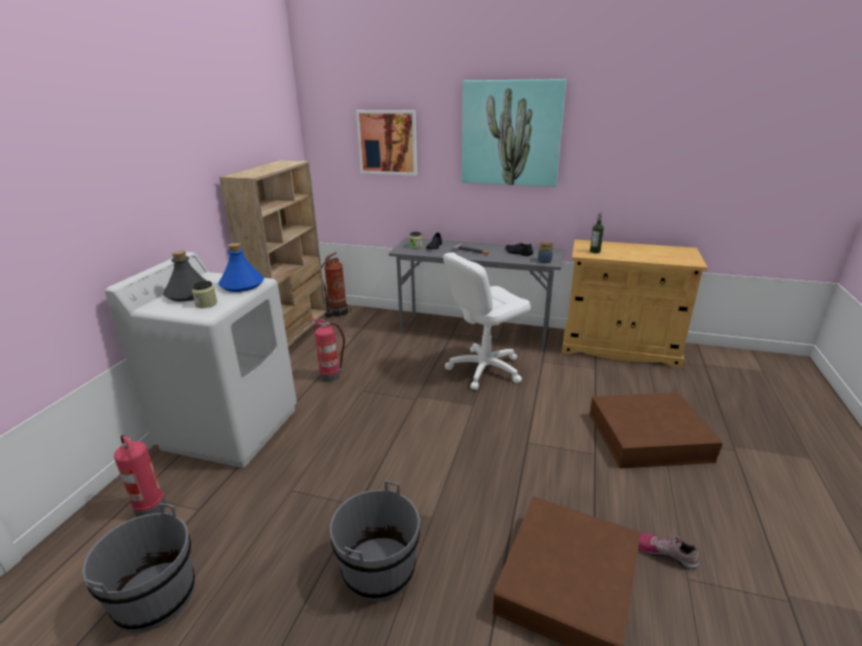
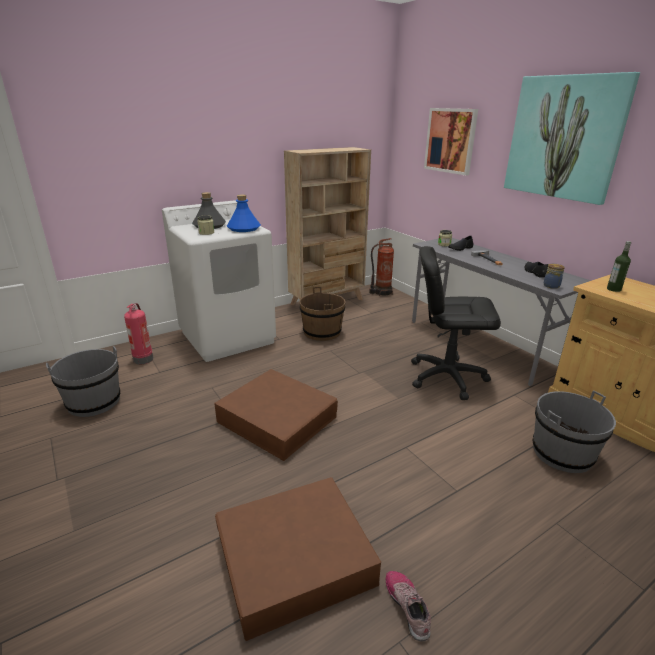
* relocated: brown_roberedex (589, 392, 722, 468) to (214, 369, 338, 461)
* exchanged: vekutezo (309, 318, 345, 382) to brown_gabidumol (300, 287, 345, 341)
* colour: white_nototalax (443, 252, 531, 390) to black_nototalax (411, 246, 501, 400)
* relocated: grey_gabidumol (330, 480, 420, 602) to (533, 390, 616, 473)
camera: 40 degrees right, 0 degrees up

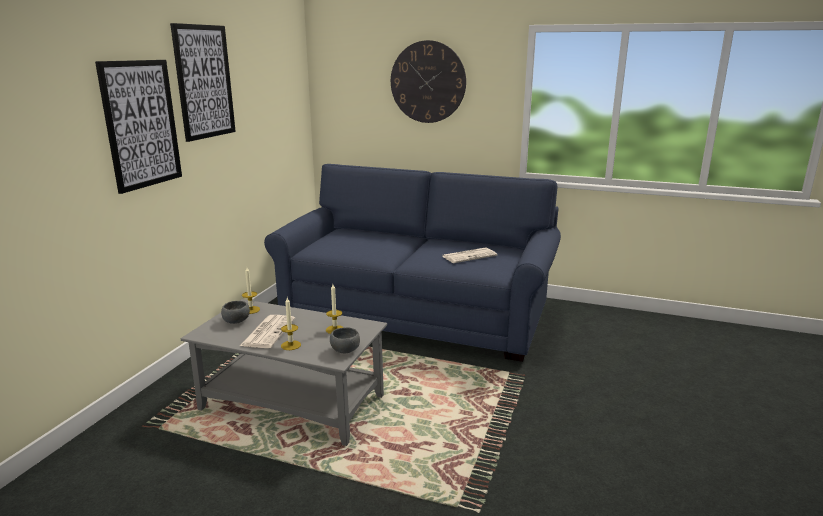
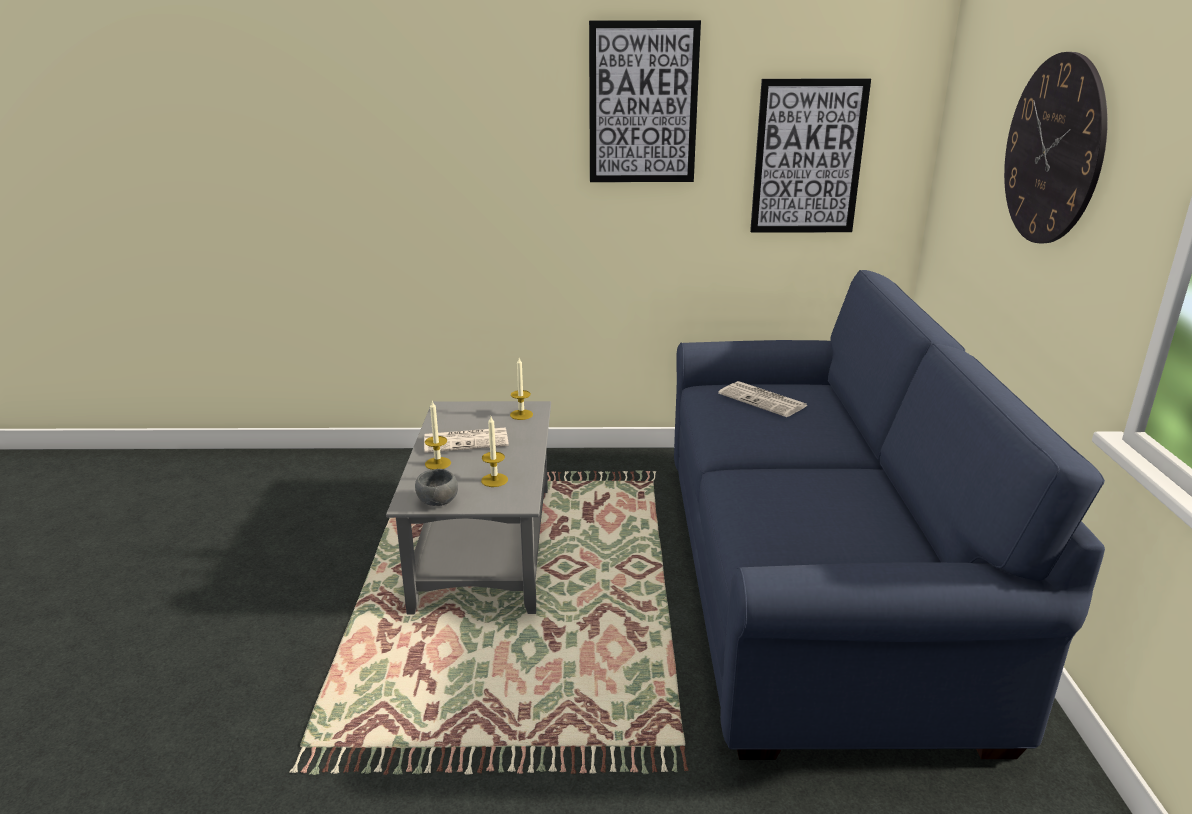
* relocated: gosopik (442, 248, 497, 263) to (718, 381, 808, 417)
* relocated: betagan (95, 60, 182, 194) to (750, 78, 871, 233)
* missing: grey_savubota (221, 301, 250, 324)
camera: 70 degrees right, 5 degrees up

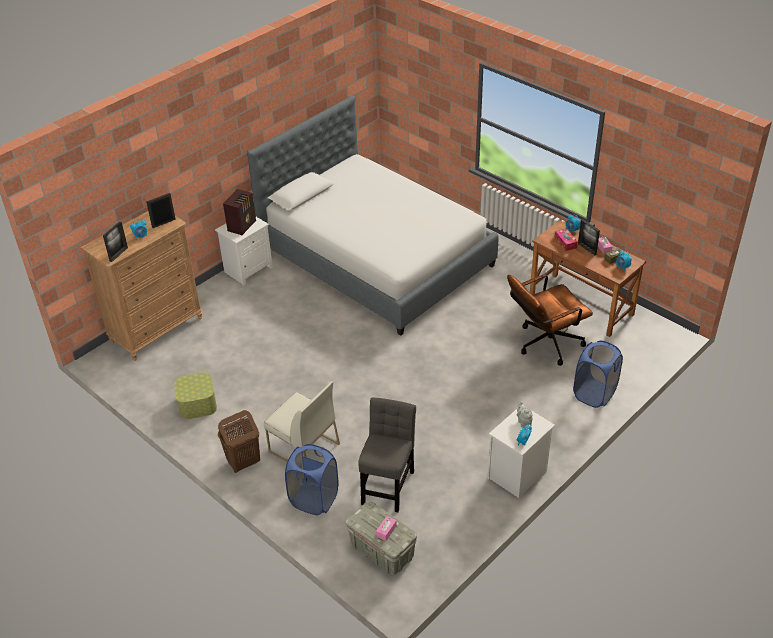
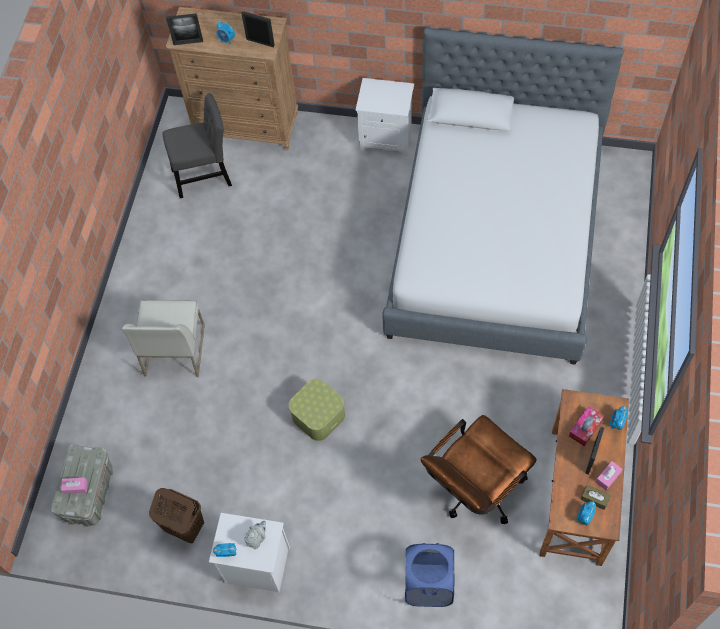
* relocated: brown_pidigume (218, 410, 260, 473) to (149, 488, 204, 544)
* relocated: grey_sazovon (358, 397, 416, 512) to (163, 93, 232, 198)
* relocated: roberedex (174, 372, 217, 419) to (289, 379, 345, 441)
* spun: brown_nototalax (507, 274, 593, 366) = (421, 415, 537, 524) 75 degrees counterclockwise
* missing: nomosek (223, 189, 256, 235)
* missing: blue_pidigume (285, 444, 338, 515)
camera: 60 degrees right, 20 degrees up

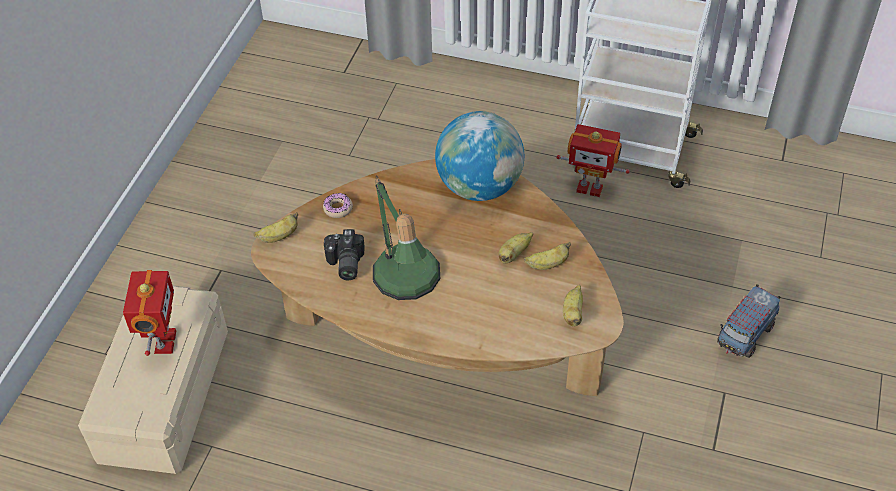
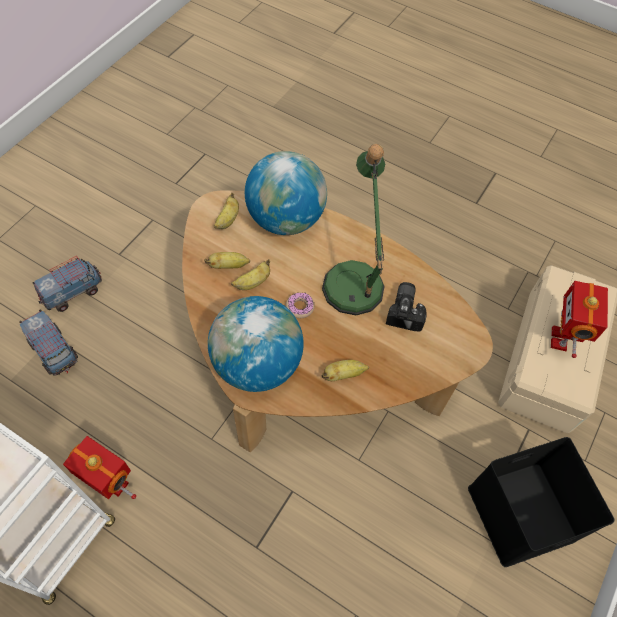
* appeared: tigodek (19, 309, 78, 376)
* appeared: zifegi (245, 151, 327, 235)
* relocated: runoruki (323, 193, 353, 218) to (286, 293, 315, 318)
* relocated: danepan (253, 212, 298, 243) to (322, 360, 369, 381)
* appeared: black_roberedex (468, 437, 614, 567)
camera: 170 degrees left, 10 degrees up

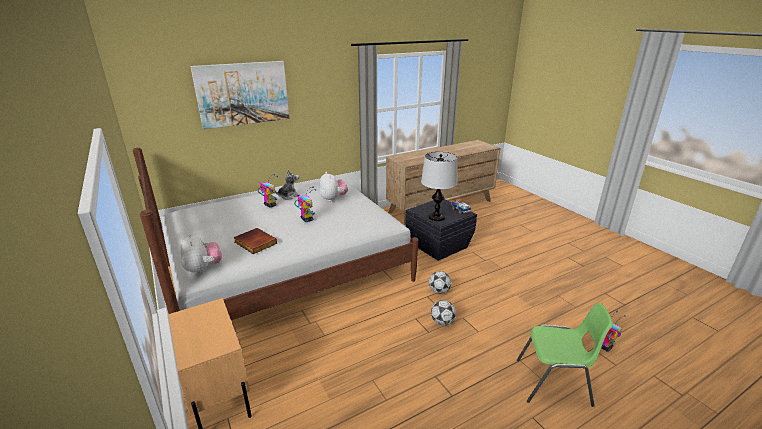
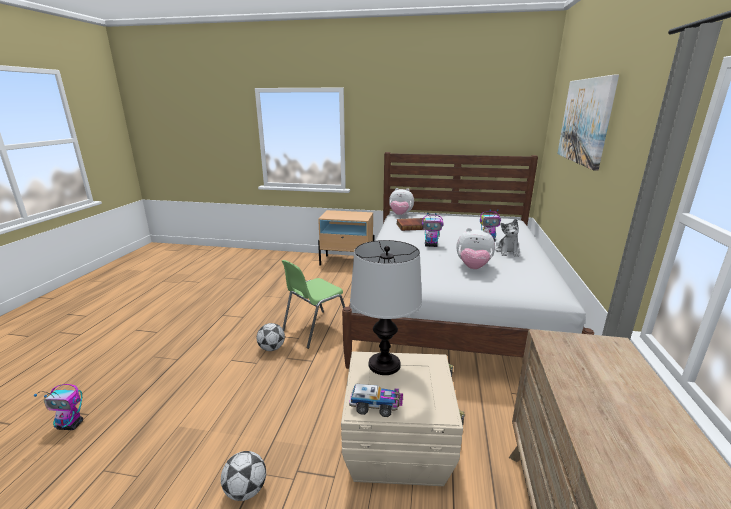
* relocated: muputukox (429, 271, 451, 294) to (221, 451, 266, 501)
* relocated: green_sazovon (517, 303, 613, 407) to (282, 260, 345, 349)
* colour: black_roberedex (405, 199, 477, 261) to beige_roberedex (341, 351, 465, 486)
camera: 130 degrees right, 5 degrees down

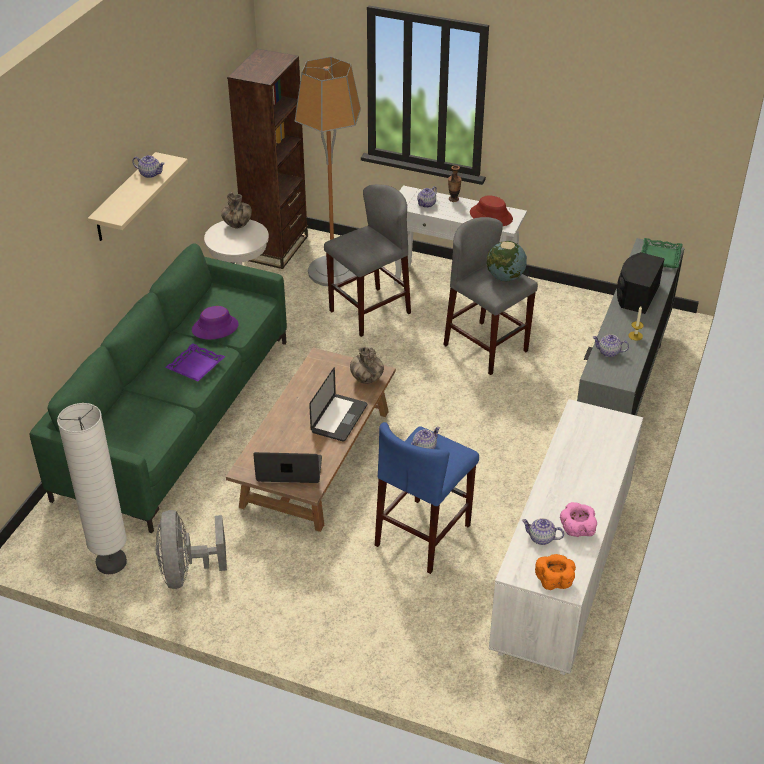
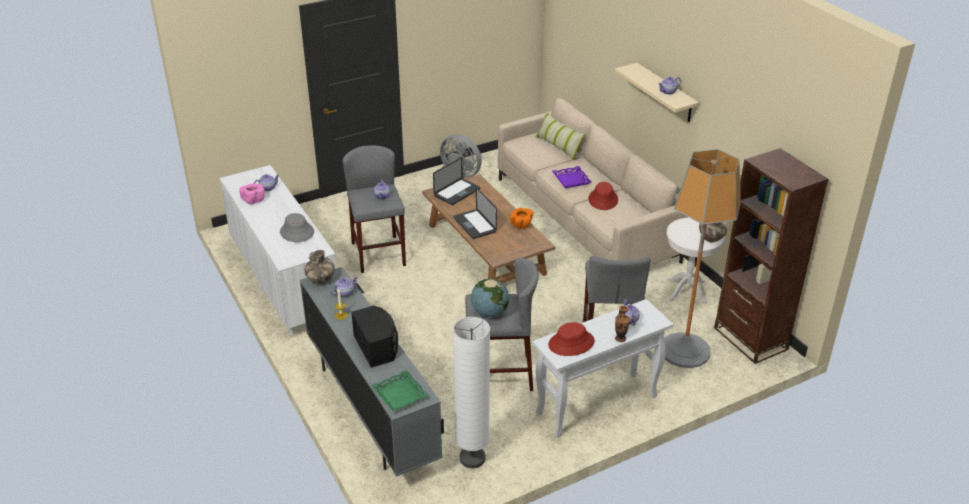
* appeared: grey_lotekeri (280, 213, 314, 242)
* relocated: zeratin (350, 347, 384, 384) to (304, 250, 335, 284)
* colour: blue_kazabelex (375, 422, 479, 574) to grey_kazabelex (343, 145, 406, 273)
* relocated: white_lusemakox (57, 403, 127, 574) to (453, 317, 490, 468)
* colour: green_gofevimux (30, 243, 287, 533) to beige_gofevimux (498, 98, 689, 265)
* relocated: orange_savubota (535, 554, 576, 590) to (510, 208, 533, 229)
* appeared: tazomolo (535, 112, 586, 160)
* colour: purple_lotekeri (192, 306, 239, 340) to red_lotekeri (588, 182, 618, 210)
camera: 130 degrees right, 5 degrees down

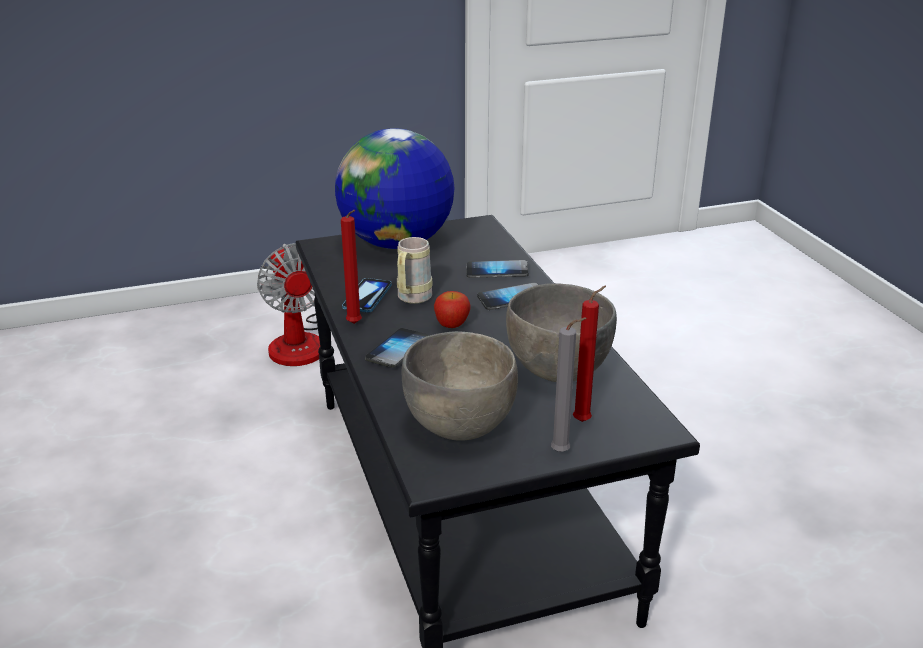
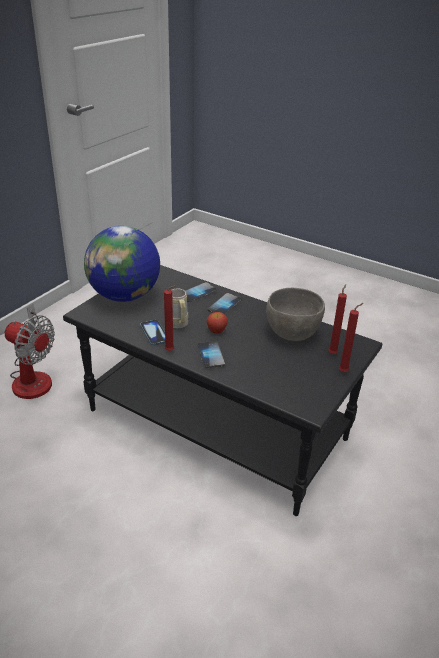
* colour: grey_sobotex (551, 318, 587, 452) to red_sobotex (339, 303, 363, 372)
* missing: grey_savubota (402, 331, 518, 441)
camera: 40 degrees left, 5 degrees up

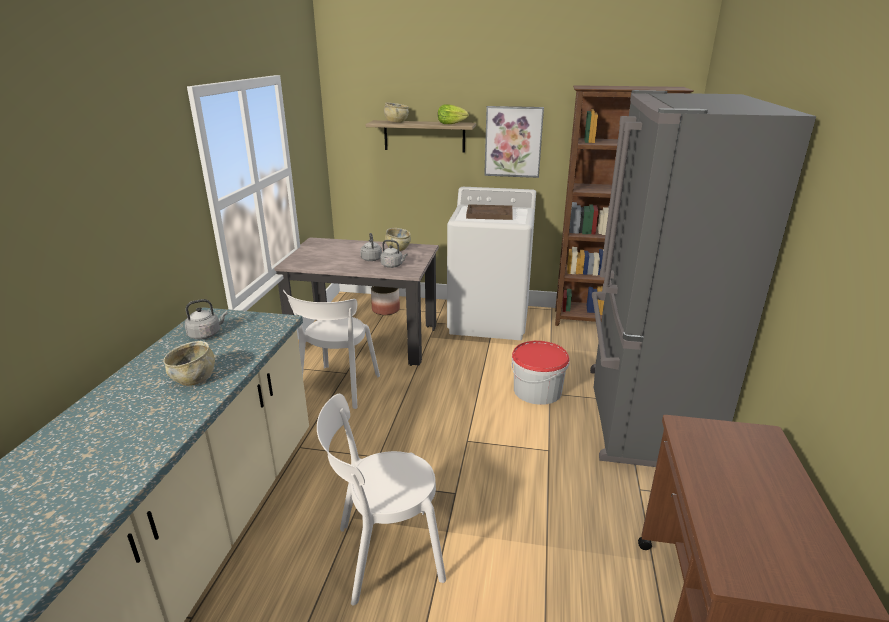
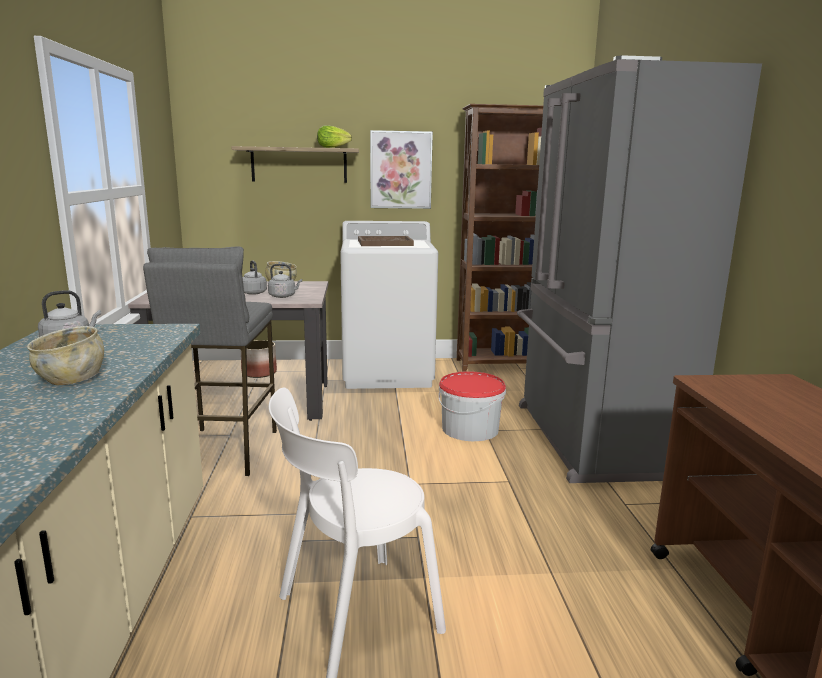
* exchanged: white_sazovon (283, 290, 380, 409) to grey_kazabelex (143, 246, 277, 476)
* missing: beige_savubota (384, 103, 409, 123)
camera: 15 degrees left, 10 degrees down

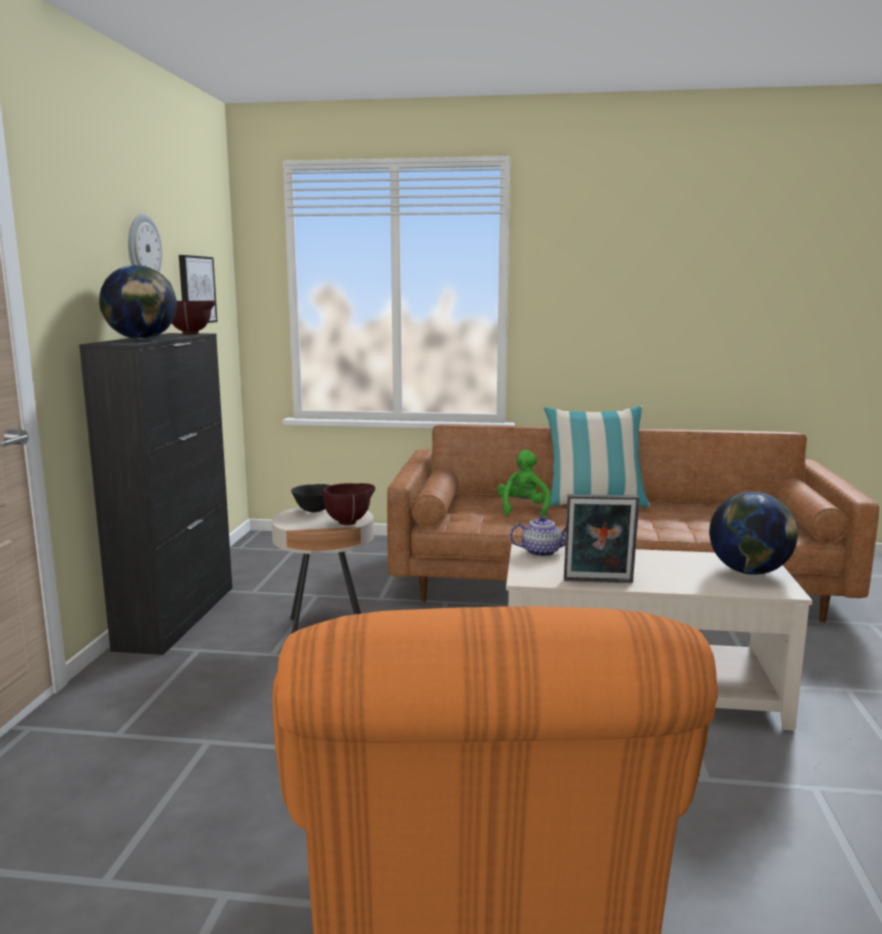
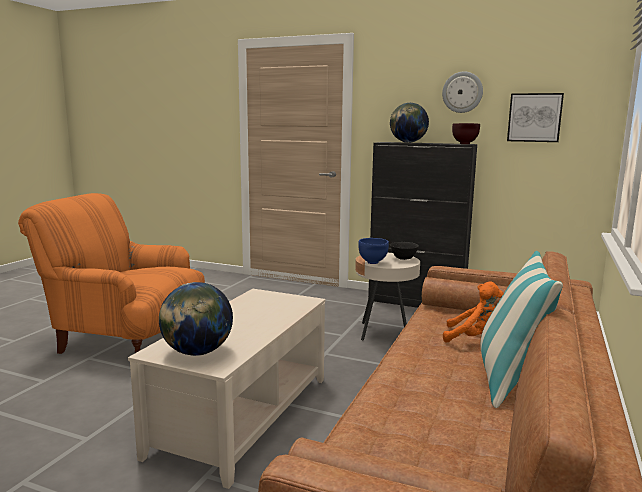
* colour: brown_savubota (323, 483, 375, 525) to blue_savubota (358, 238, 389, 264)
* colour: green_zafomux (497, 450, 551, 516) to orange_zafomux (443, 282, 504, 343)
* missing: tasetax (510, 516, 566, 557)
* missing: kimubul (564, 494, 639, 583)
camera: 105 degrees right, 0 degrees up

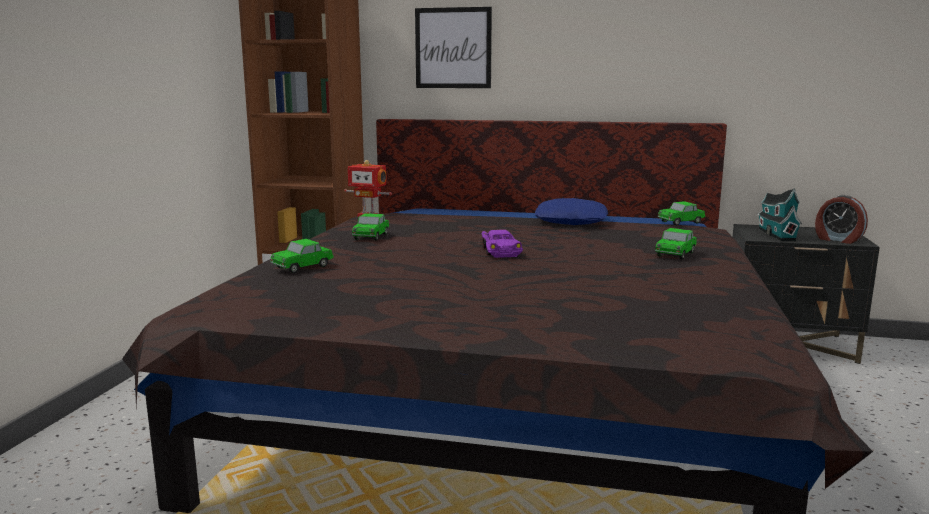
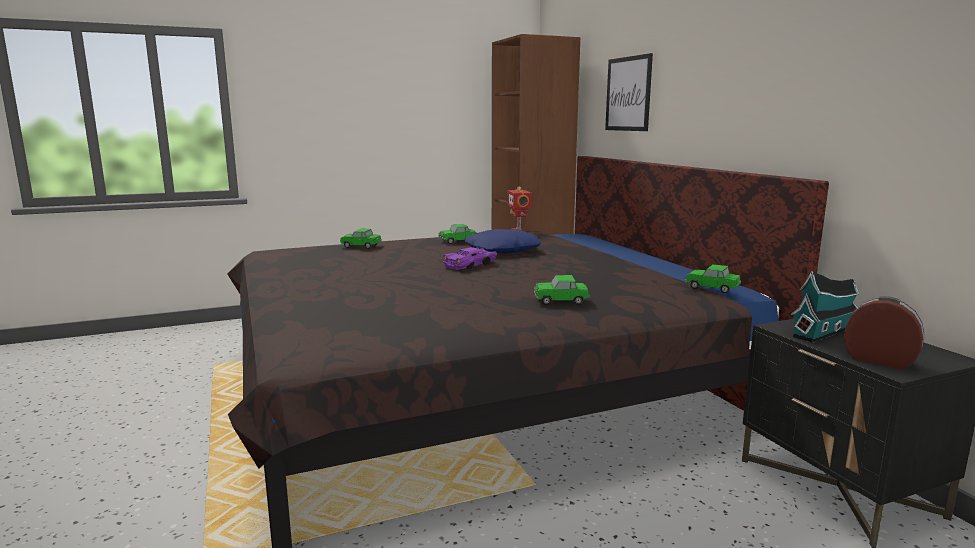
* relocated: blue_tazomolo (535, 198, 608, 225) to (465, 229, 541, 254)
* spun: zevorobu (815, 195, 868, 244) = (844, 296, 925, 370) 120 degrees clockwise
camera: 55 degrees right, 0 degrees up

